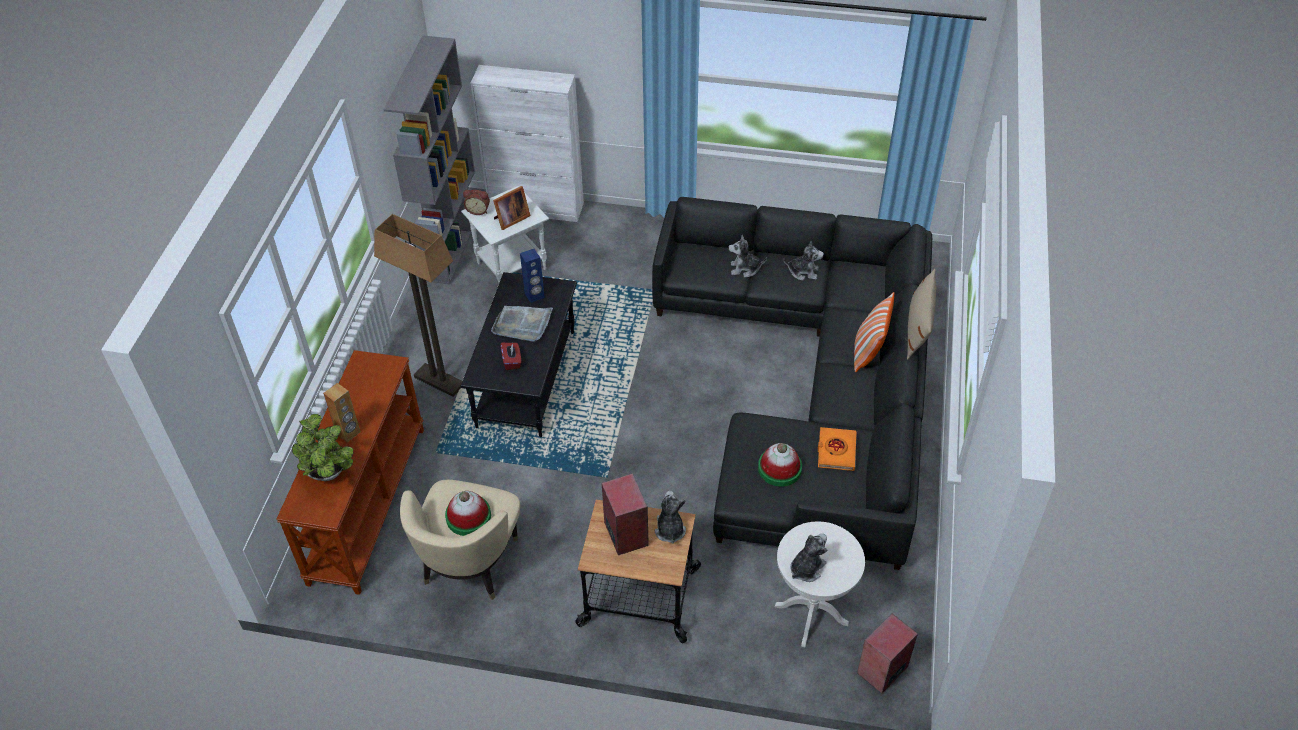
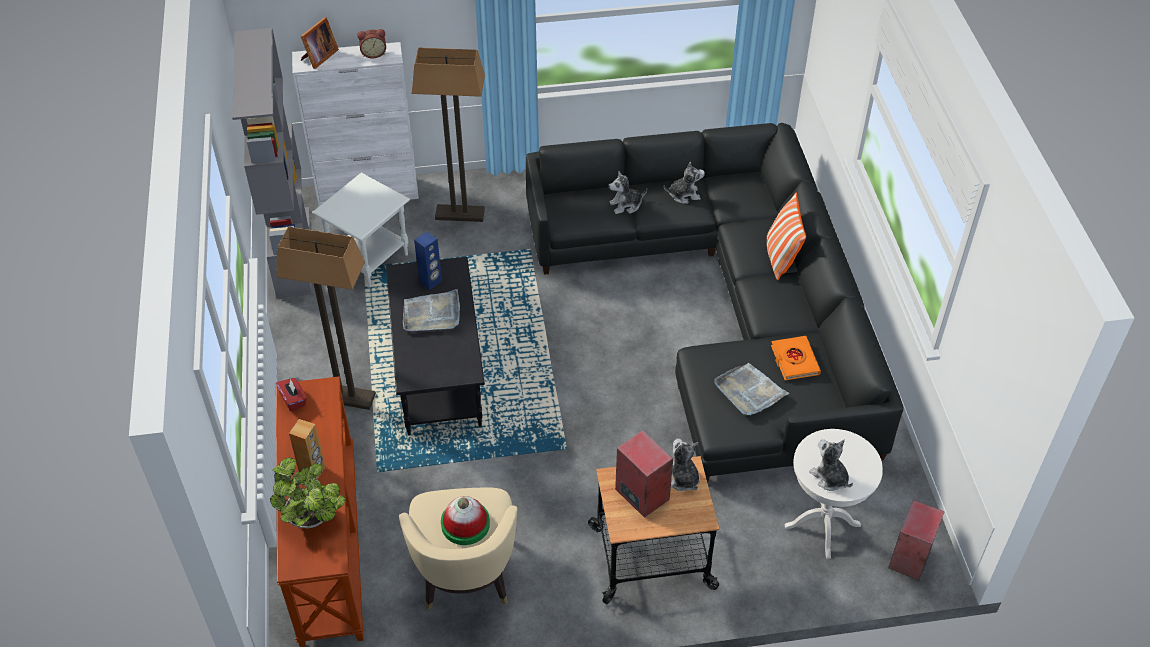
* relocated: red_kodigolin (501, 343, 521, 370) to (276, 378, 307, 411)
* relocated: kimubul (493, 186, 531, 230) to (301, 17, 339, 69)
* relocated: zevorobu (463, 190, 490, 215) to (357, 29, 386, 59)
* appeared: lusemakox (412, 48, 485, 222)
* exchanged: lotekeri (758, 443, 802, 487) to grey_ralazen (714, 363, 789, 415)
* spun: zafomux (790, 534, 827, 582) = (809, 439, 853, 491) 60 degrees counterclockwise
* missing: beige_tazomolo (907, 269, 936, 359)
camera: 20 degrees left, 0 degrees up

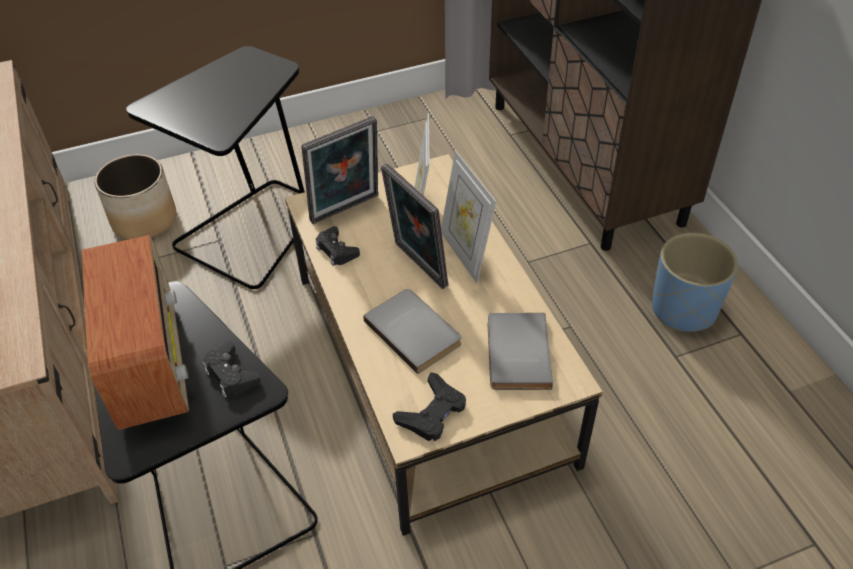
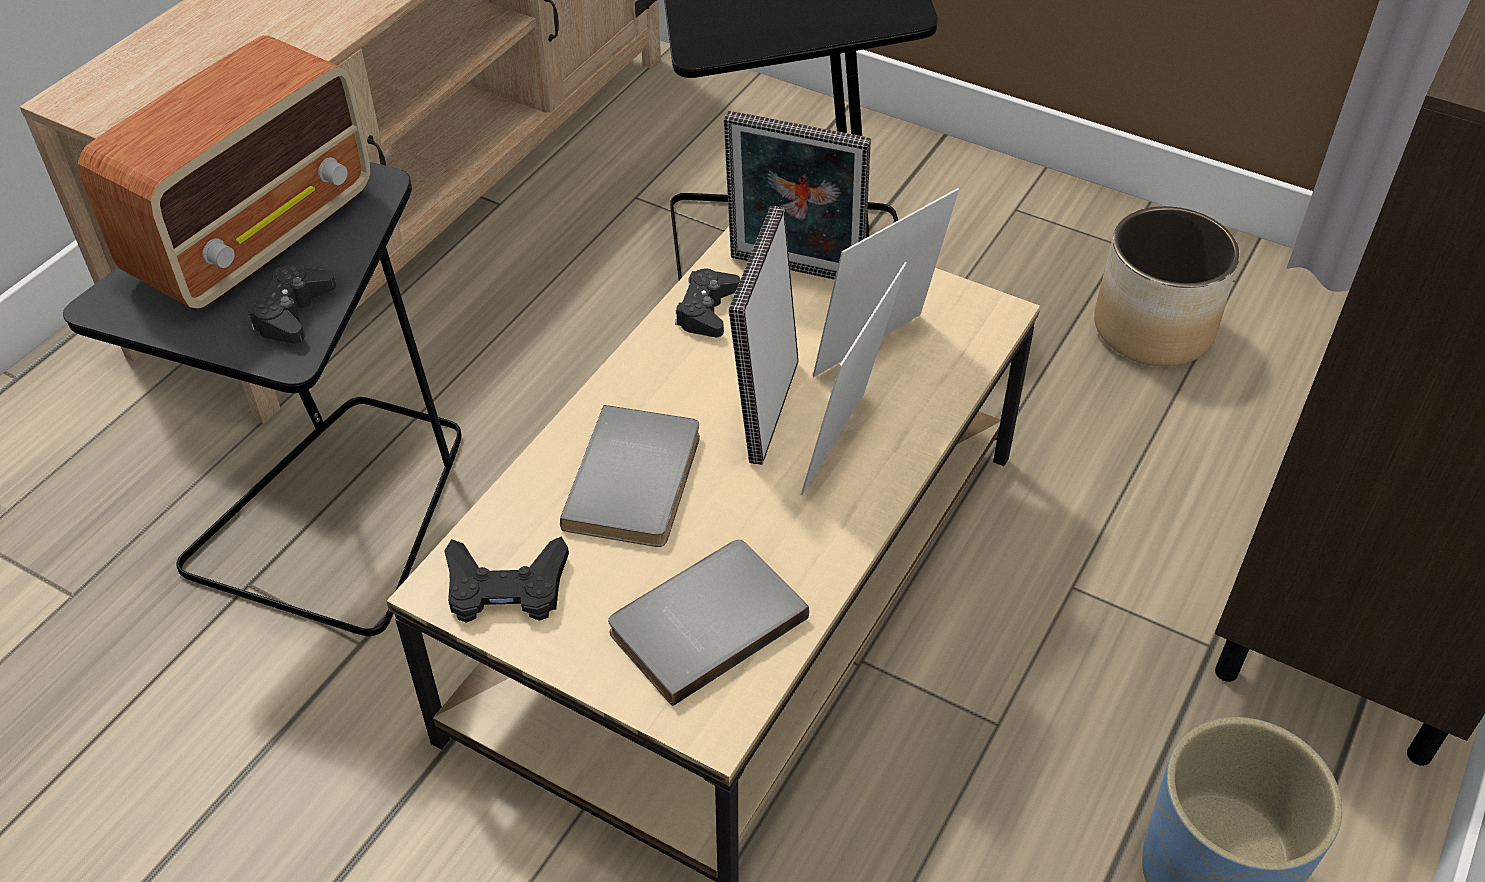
* relocated: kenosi (94, 154, 177, 240) to (1094, 206, 1240, 366)
camera: 50 degrees right, 0 degrees up

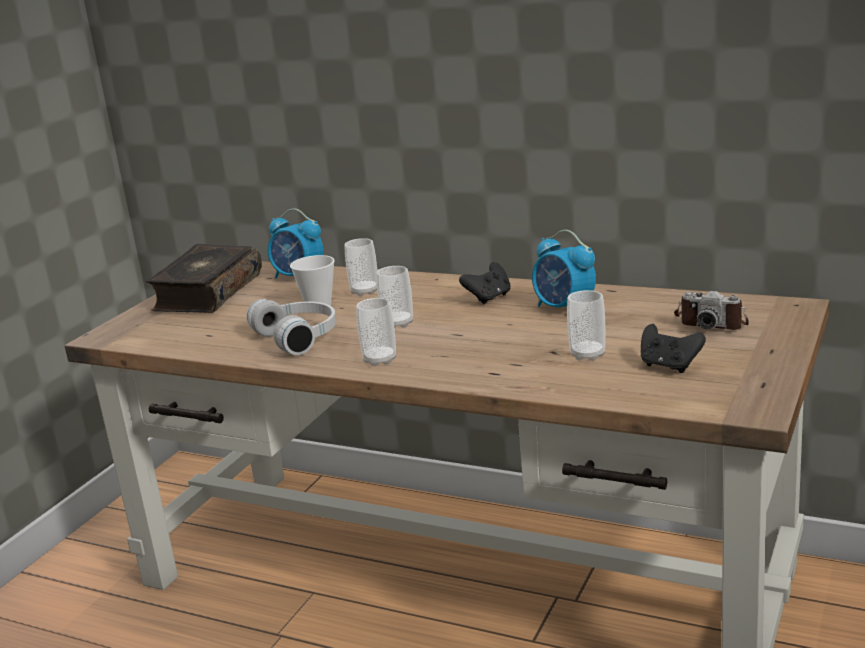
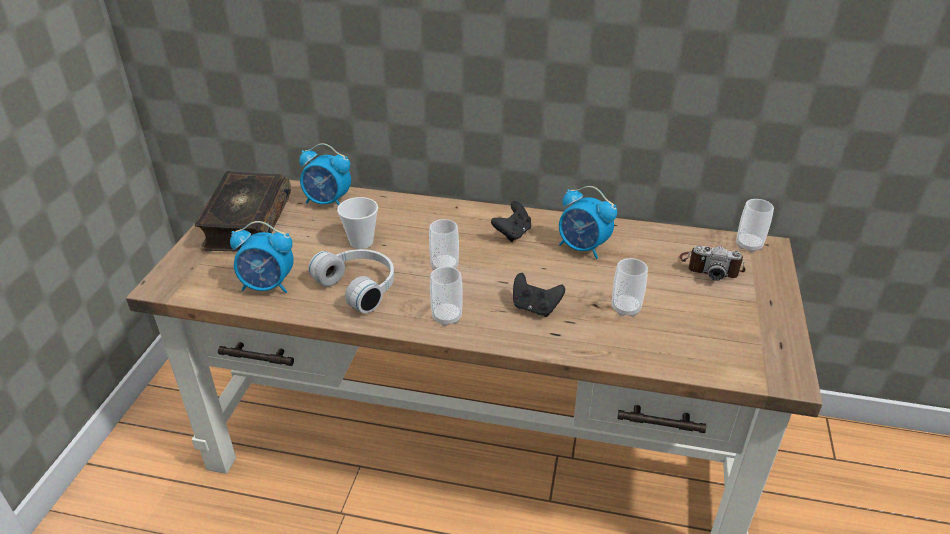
* appeared: zevorobu (230, 221, 294, 293)
* relocated: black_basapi (641, 324, 706, 373) to (513, 273, 565, 317)
* relocated: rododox (344, 238, 377, 296) to (736, 199, 774, 252)
camera: 15 degrees left, 15 degrees up

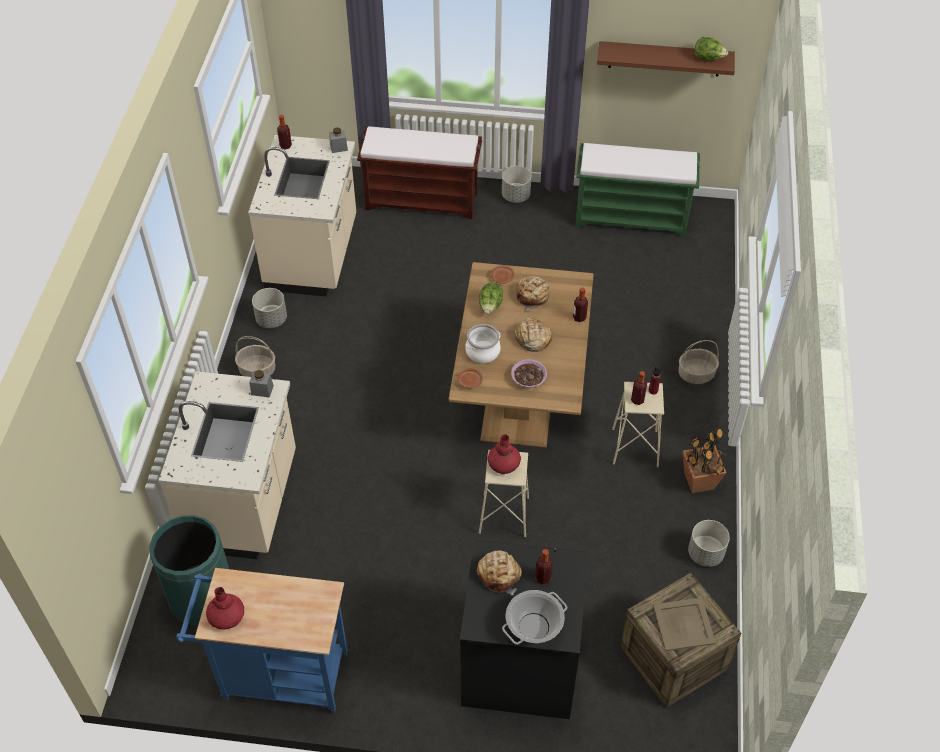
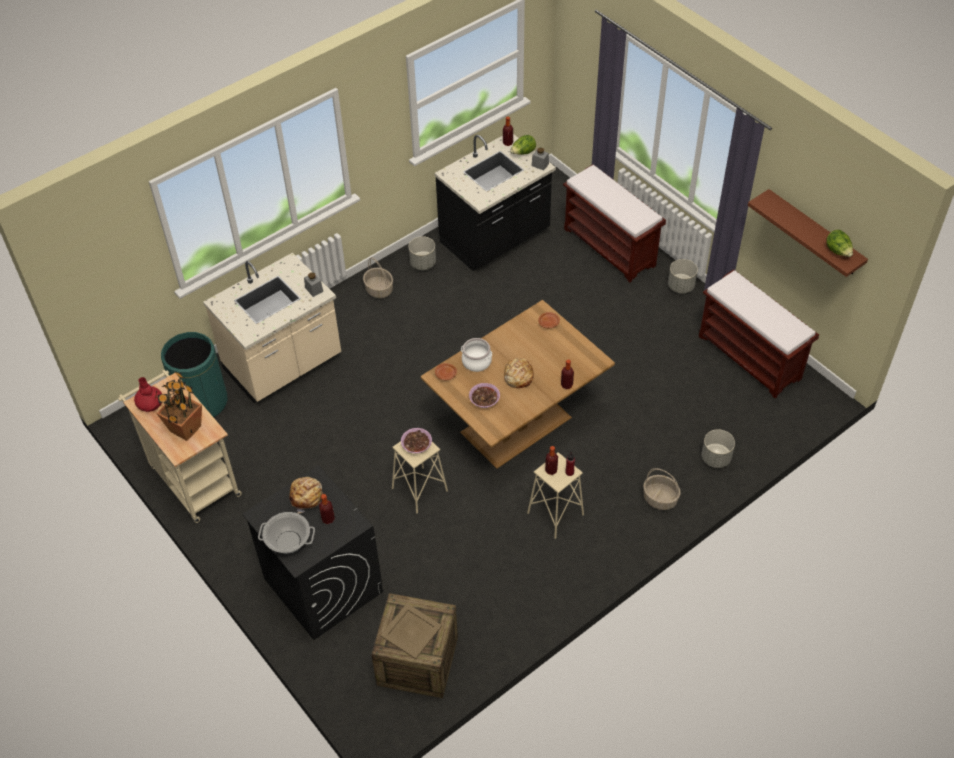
* colour: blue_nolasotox (176, 568, 348, 713) to beige_nolasotox (118, 370, 242, 523)
* relocated: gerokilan (683, 424, 726, 493) to (155, 372, 202, 441)
* exchanged: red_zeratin (488, 434, 521, 474) to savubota (401, 428, 432, 454)
* colour: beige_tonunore (248, 135, 356, 297) to black_tonunore (435, 134, 556, 271)
* relocated: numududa (479, 283, 503, 314) to (510, 135, 536, 155)
* colour: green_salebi (575, 143, 700, 237) to brown_salebi (699, 269, 819, 399)
* relocated: grey_kenosi (688, 520, 730, 567) to (701, 429, 735, 468)
* missing: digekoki (516, 276, 549, 310)
camera: 45 degrees right, 0 degrees up

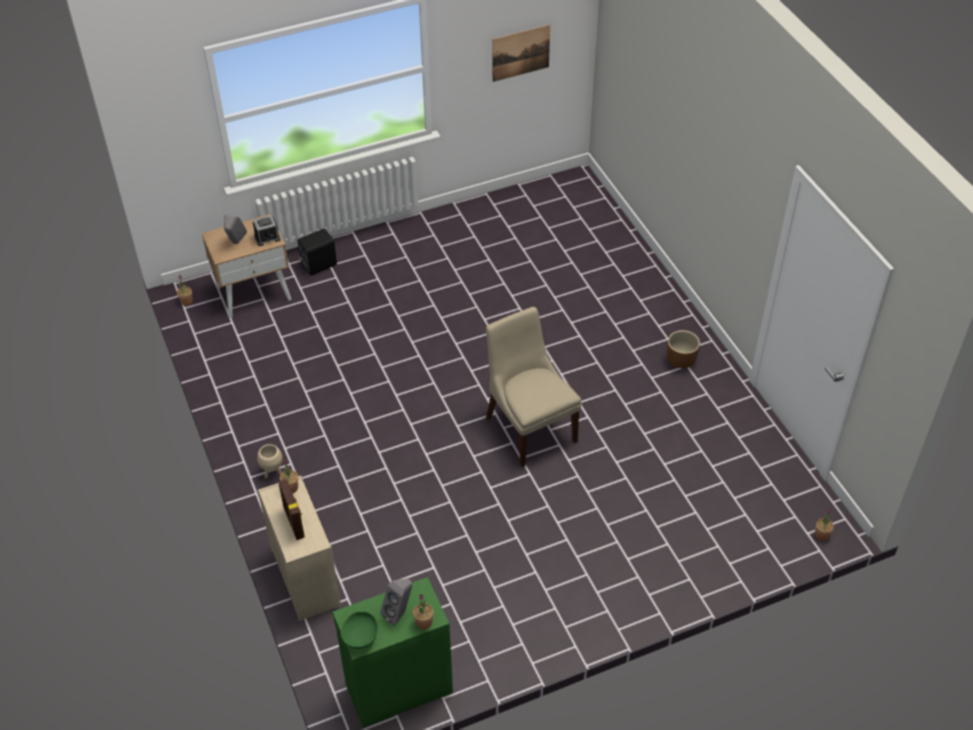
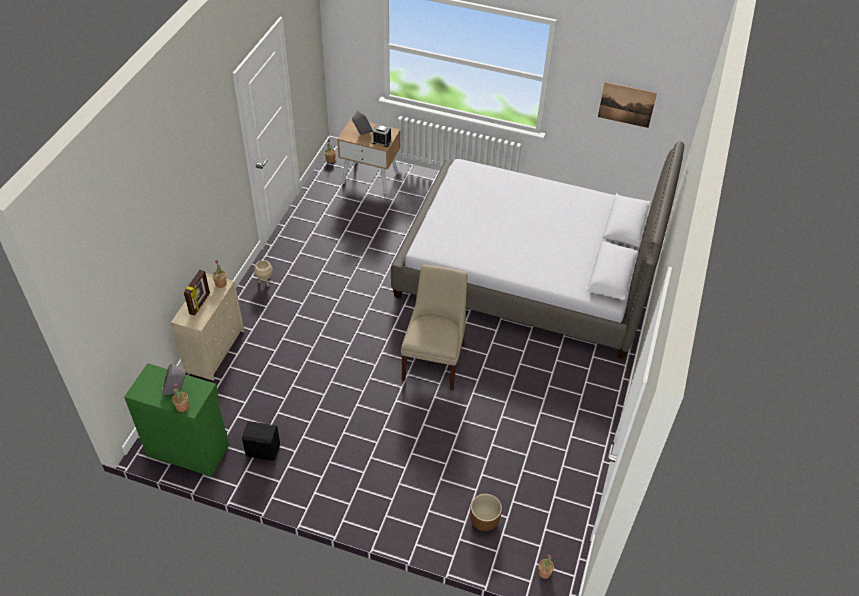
* relocated: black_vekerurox (297, 229, 337, 276) to (242, 421, 280, 461)
* appeared: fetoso (391, 141, 684, 359)
* relocated: brown_kenosi (667, 330, 700, 368) to (470, 494, 502, 531)
* missing: green_savubota (341, 611, 378, 649)
camera: 40 degrees right, 0 degrees up

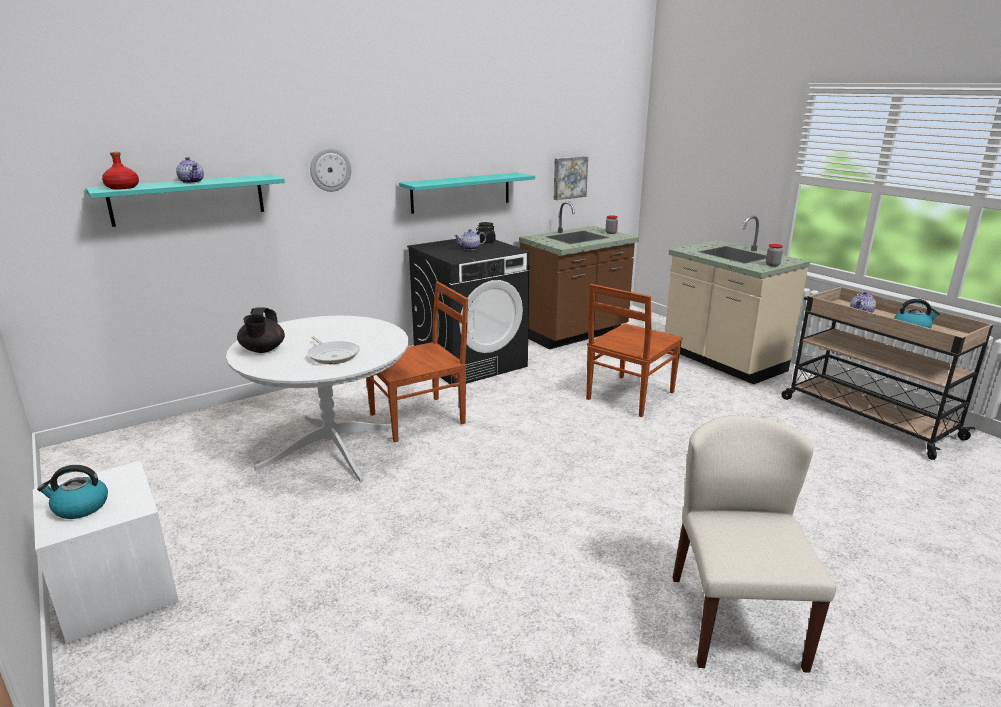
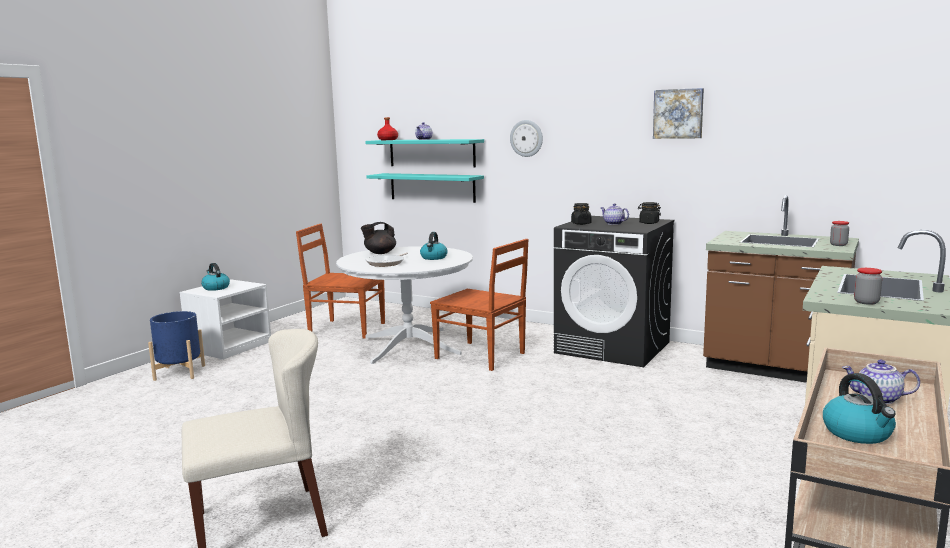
* appeared: blue_kenosi (148, 311, 205, 381)
* relocated: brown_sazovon (586, 284, 683, 417) to (296, 224, 385, 339)
* relocated: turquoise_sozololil (399, 172, 535, 214) to (367, 173, 484, 203)
* appeared: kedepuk (420, 232, 448, 260)
* appeared: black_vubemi (571, 203, 591, 225)
* relocated: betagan (553, 156, 588, 200) to (653, 88, 704, 139)
camera: 65 degrees right, 10 degrees down

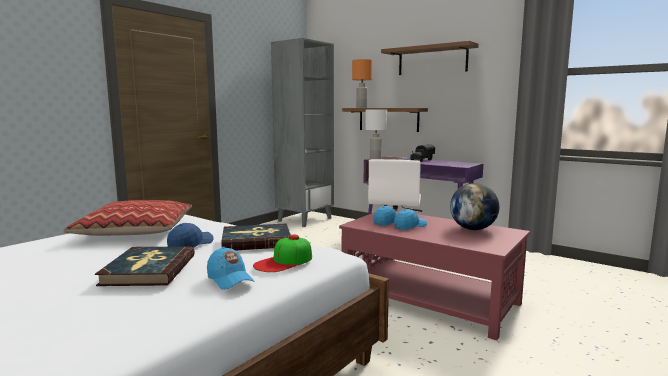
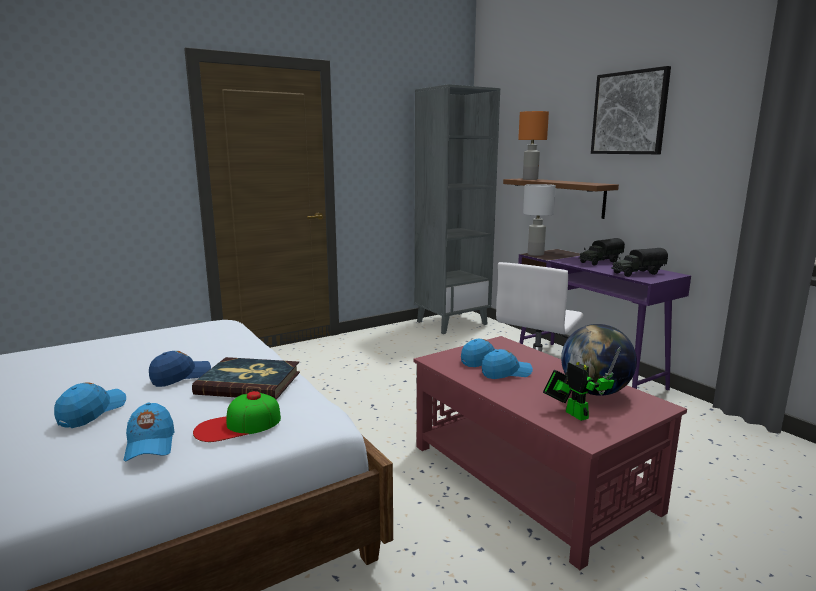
* exchanged: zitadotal (95, 246, 195, 286) to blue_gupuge (54, 382, 126, 428)
* appeared: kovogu (543, 347, 621, 421)
* exchanged: brown_sozololil (381, 41, 479, 75) to betagan (591, 66, 671, 154)
* appeared: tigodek (611, 248, 668, 277)
* missing: tazomolo (63, 200, 192, 236)
camera: 20 degrees right, 5 degrees up

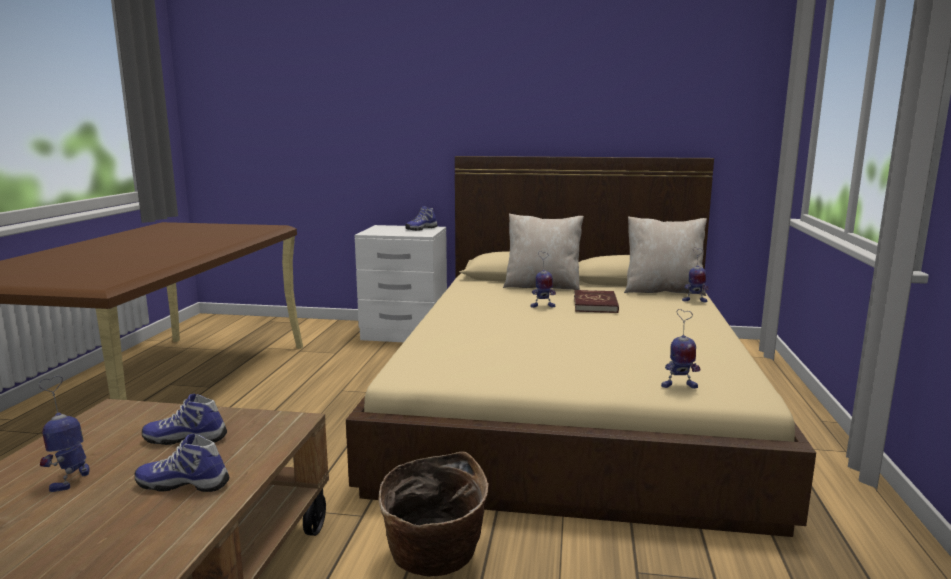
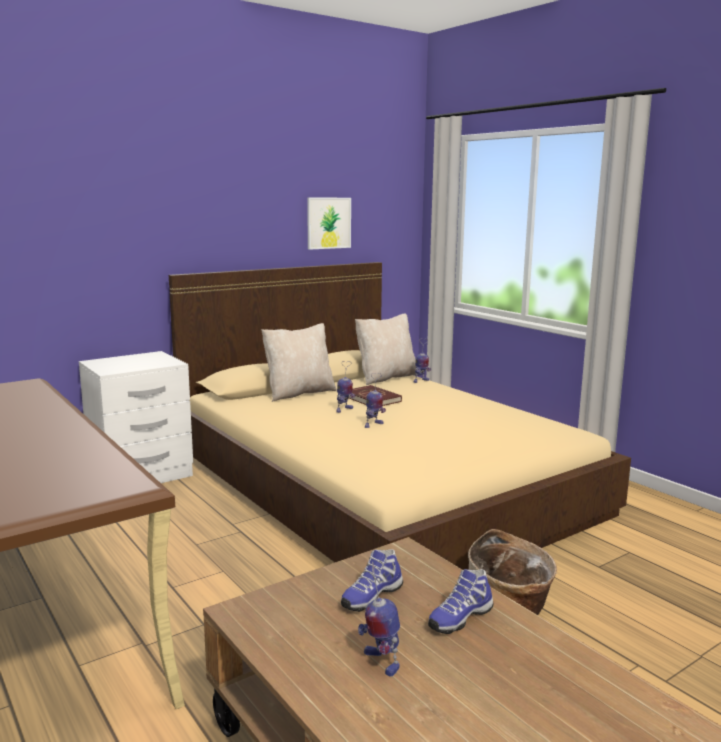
* appeared: betagan (307, 198, 351, 250)
* relocated: kovogu (661, 309, 700, 389) to (365, 373, 386, 428)
* missing: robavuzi (405, 206, 438, 231)
camera: 45 degrees left, 0 degrees up

